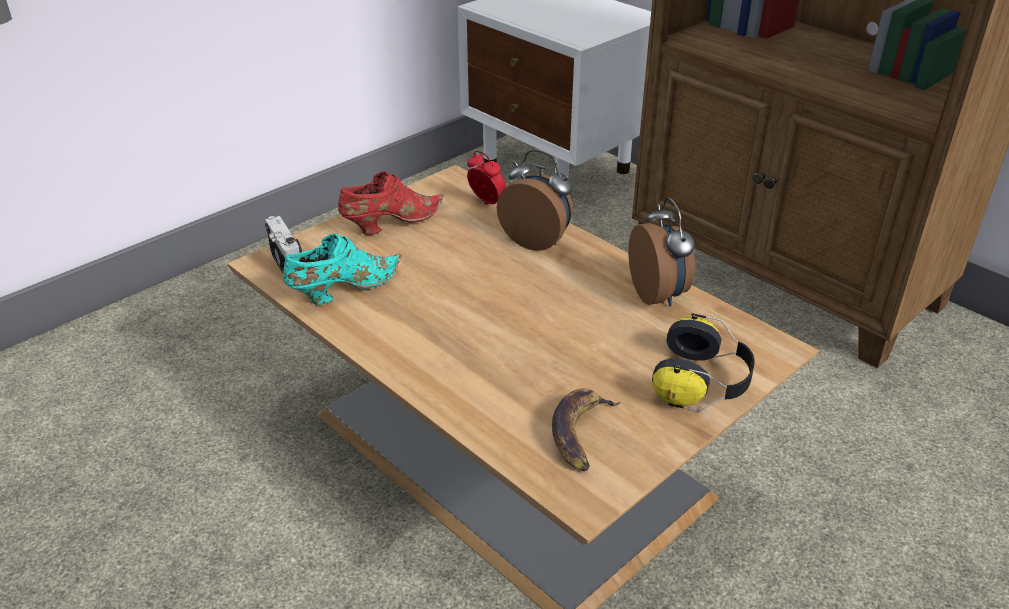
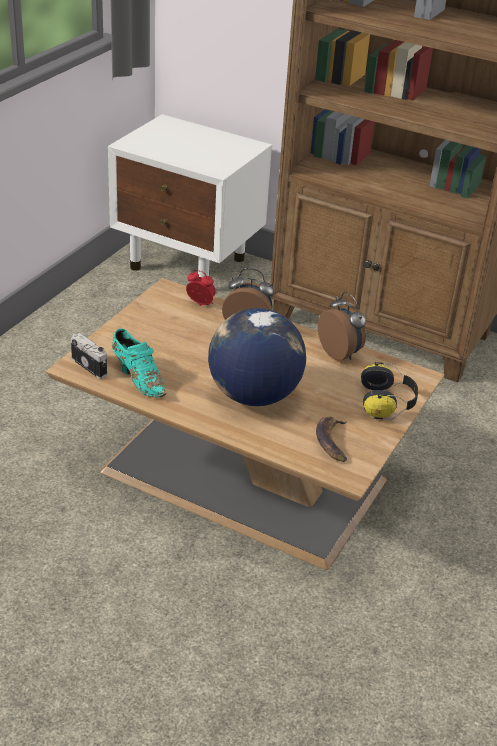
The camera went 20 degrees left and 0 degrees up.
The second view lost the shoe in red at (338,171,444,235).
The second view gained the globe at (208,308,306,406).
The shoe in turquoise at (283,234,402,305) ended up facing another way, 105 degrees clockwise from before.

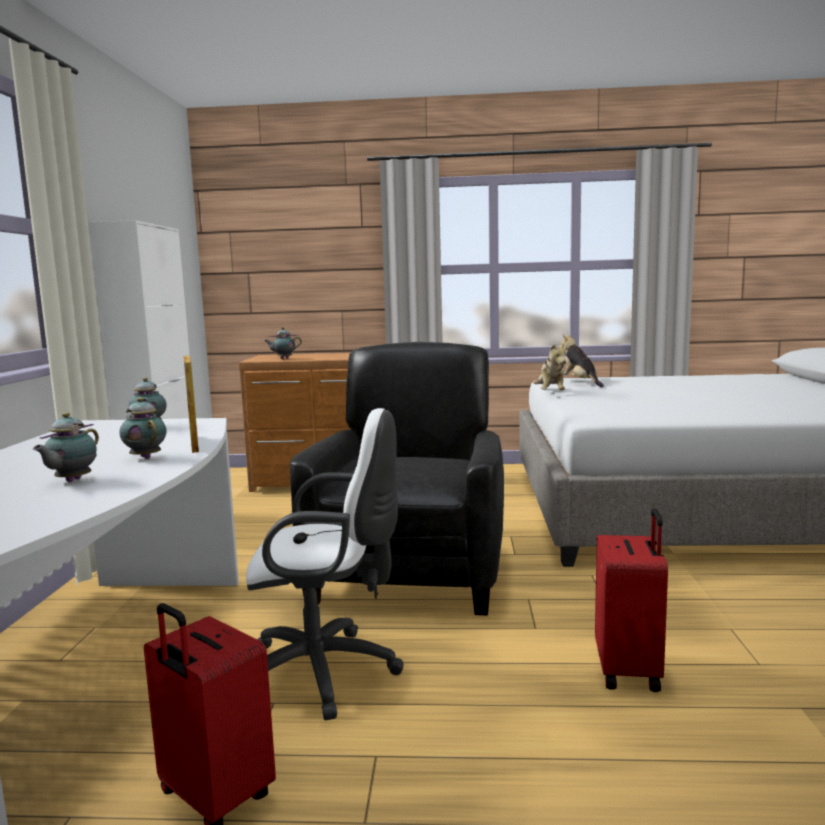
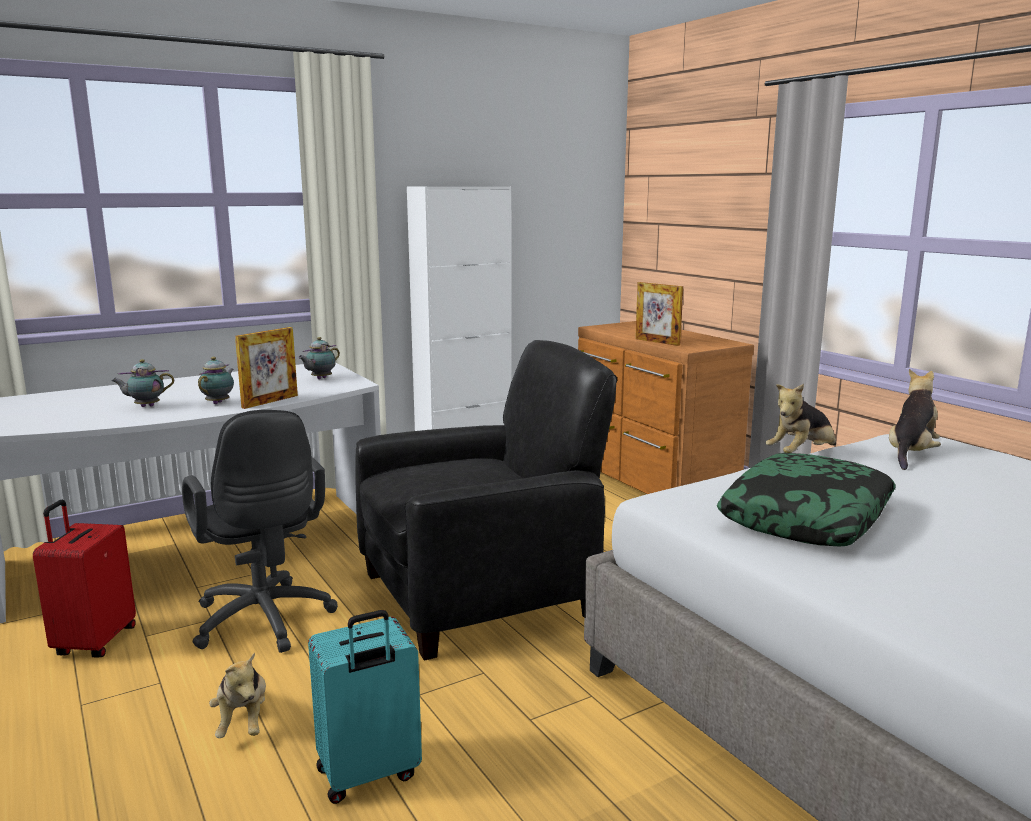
The camera went 55 degrees right and 5 degrees up.
The second view lost the teapot at (265,327,302,359).
The second view gained the plush toy at (209,652,266,738).
The second view gained the picture frame at (635,282,683,346).
The second view gained the pillow at (716,453,896,546).
What was the office chair in white at (246,408,403,720) turned into the office chair in black at (182,410,338,653).
What was the suitcase in red at (595,508,668,692) turned into the suitcase in turquoise at (308,610,422,804).

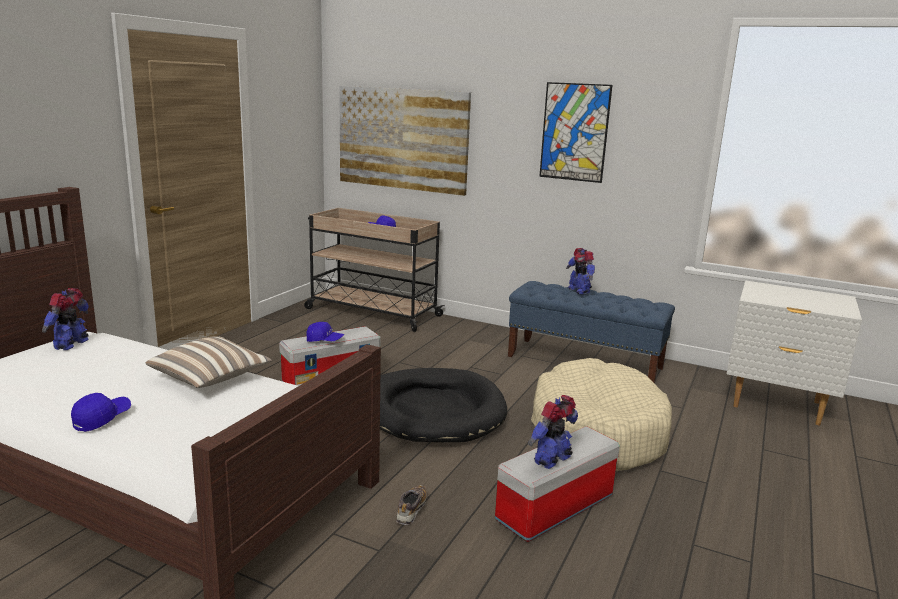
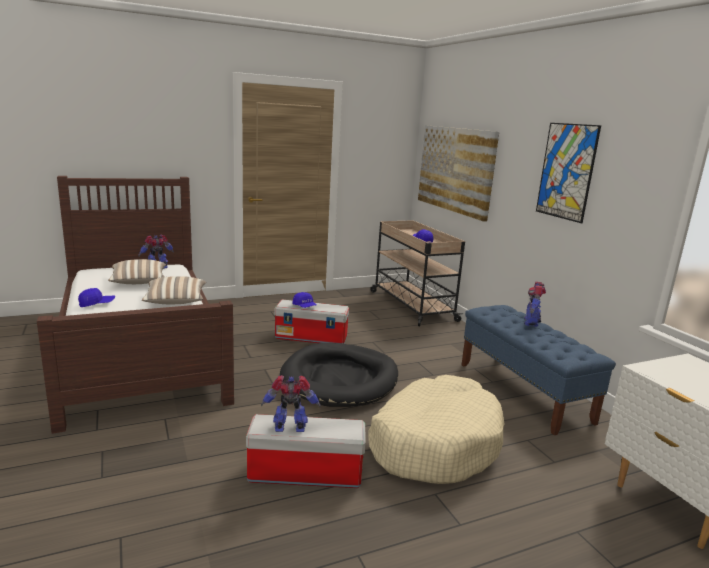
The camera went 40 degrees right and 0 degrees up.
The second view lost the shoe at (397,485,427,525).
The second view gained the pillow at (108,259,166,284).

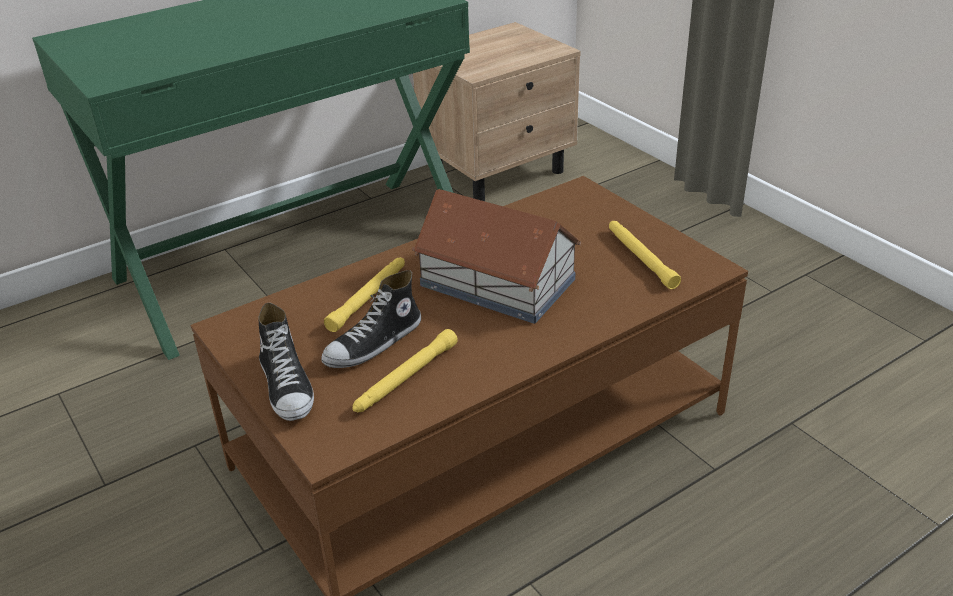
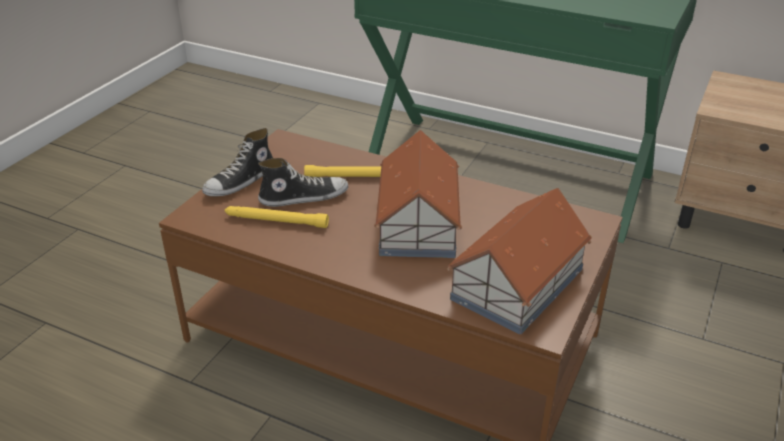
The camera went 60 degrees right and 0 degrees up.
Where the flashlight in yellow stood at (609,221,681,289), the toy house came to stand at (447,188,592,335).
The shoe at (321,270,421,368) ended up facing another way, 150 degrees clockwise from before.

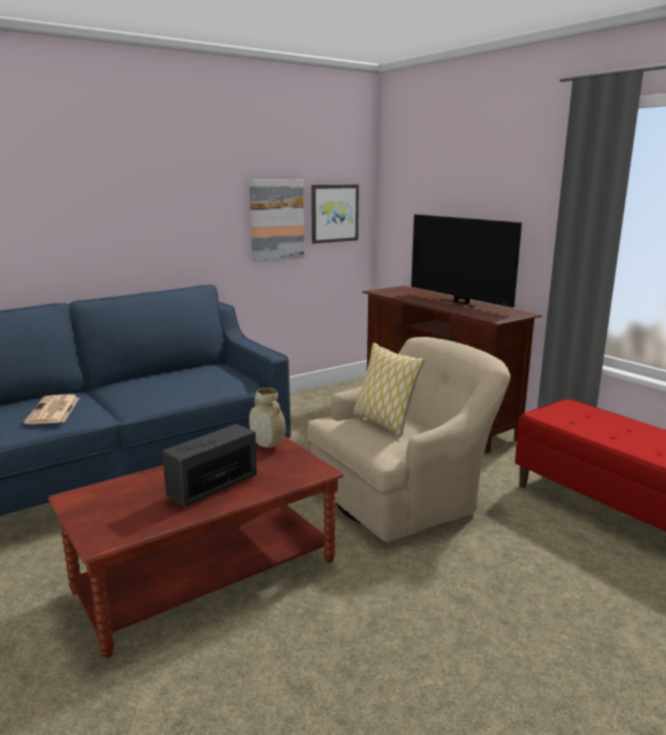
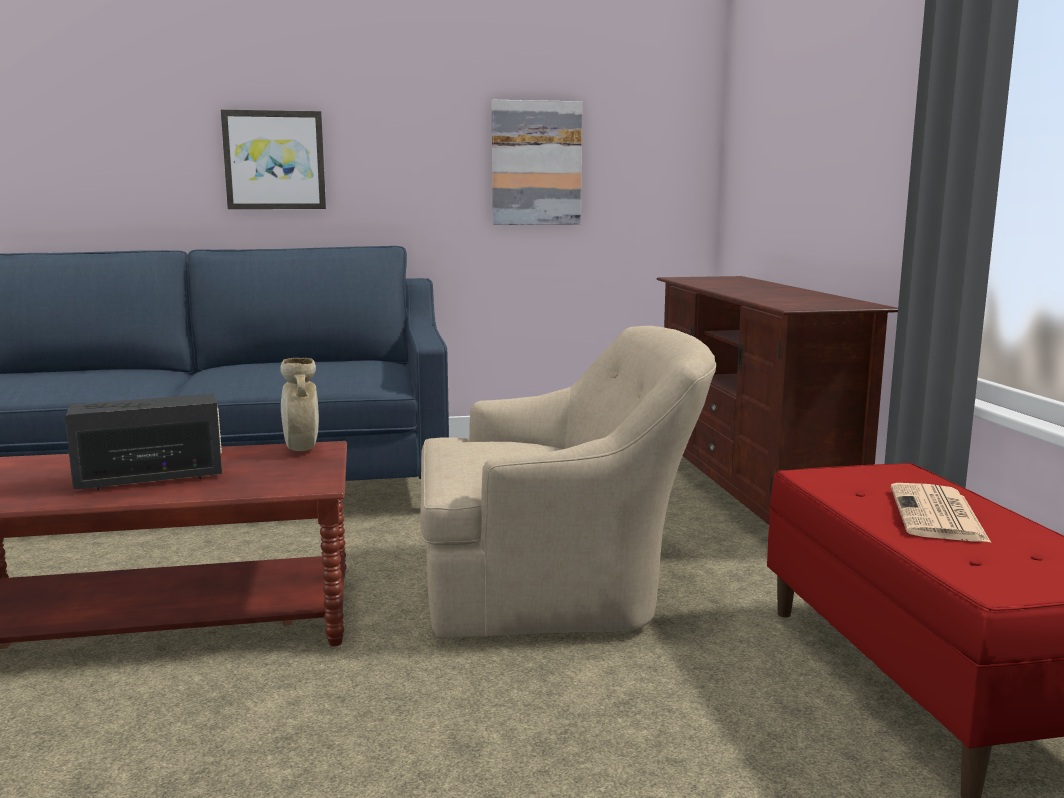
The camera went 25 degrees right and 5 degrees down.
The second view lost the pillow at (353,343,424,437).
The second view lost the television at (411,214,522,308).
The newspaper ended up elsewhere, having gone from (24,394,79,424) to (891,483,991,543).
The picture ended up elsewhere, having gone from (311,184,359,244) to (221,110,326,209).

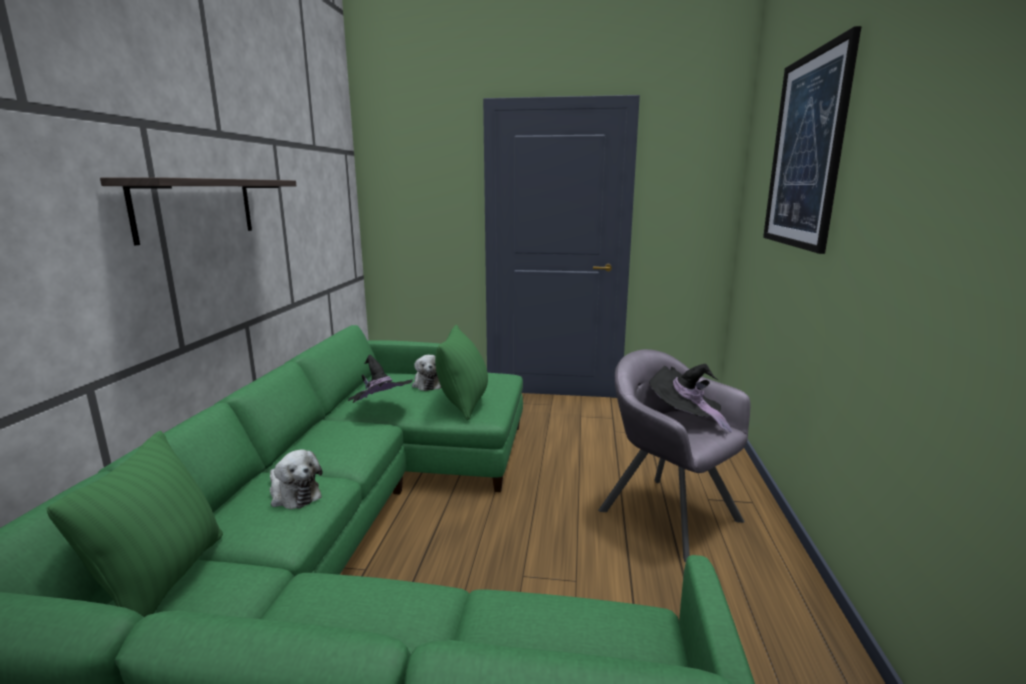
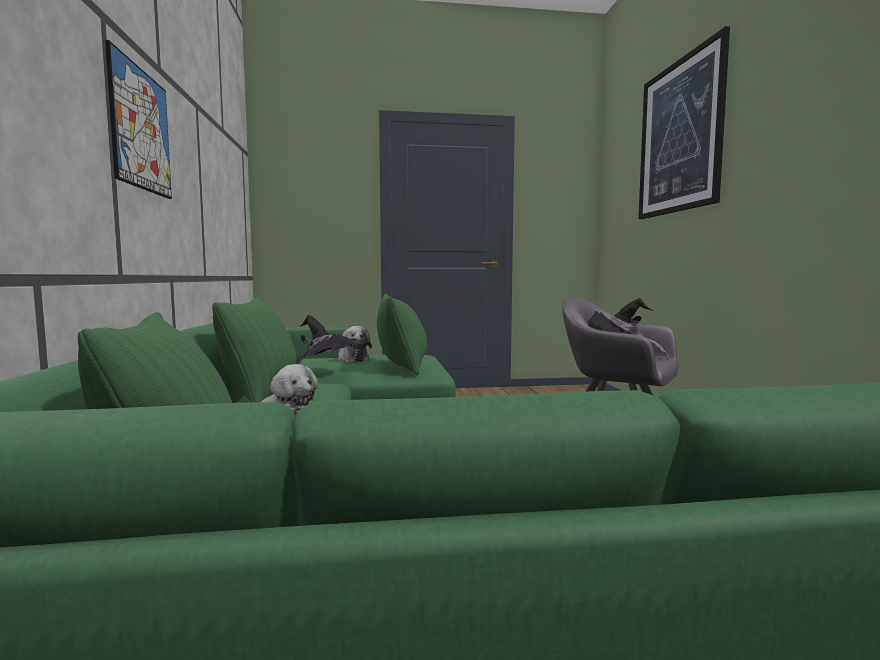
The camera went 15 degrees left and 10 degrees down.
The second view gained the pillow in green at (212,297,296,403).
Where the shelf hung at (100,177,296,245), the picture came to hang at (105,40,172,199).

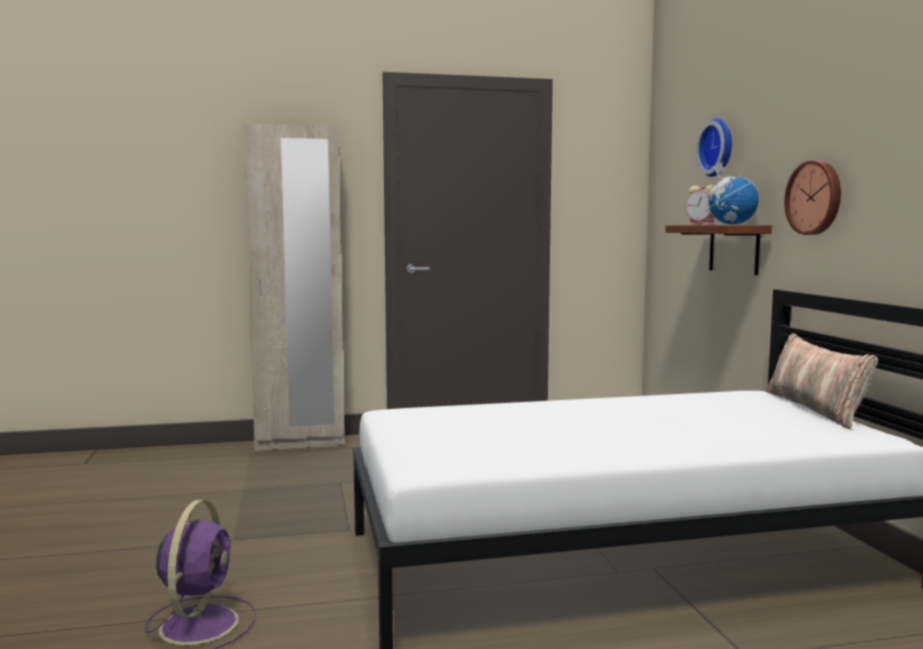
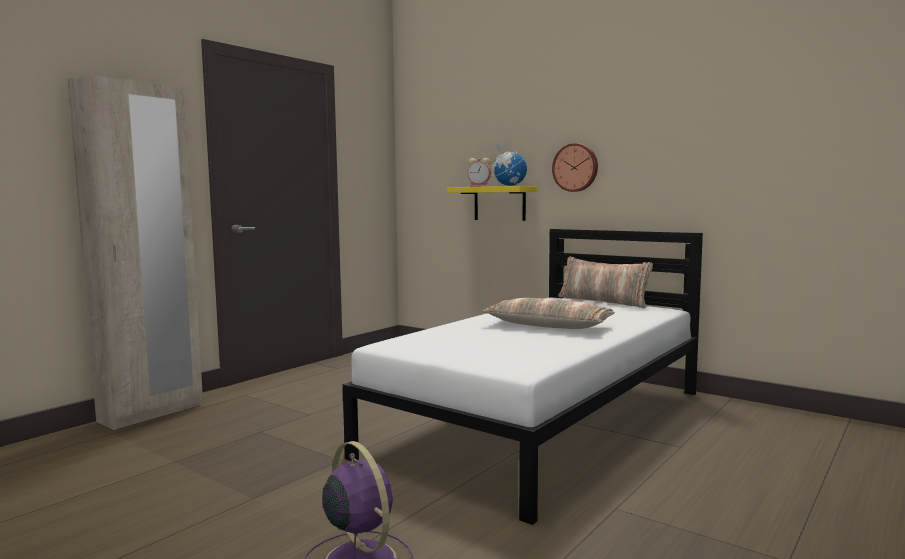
The camera went 40 degrees left and 0 degrees up.
The second view lost the wall clock at (696,118,732,177).
The second view gained the pillow at (482,298,615,329).
What was the shelf in brown at (665,225,772,275) turned into the shelf in yellow at (447,186,537,221).

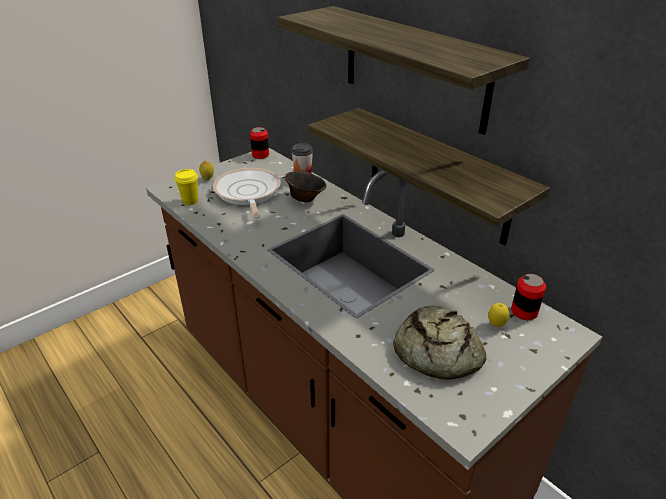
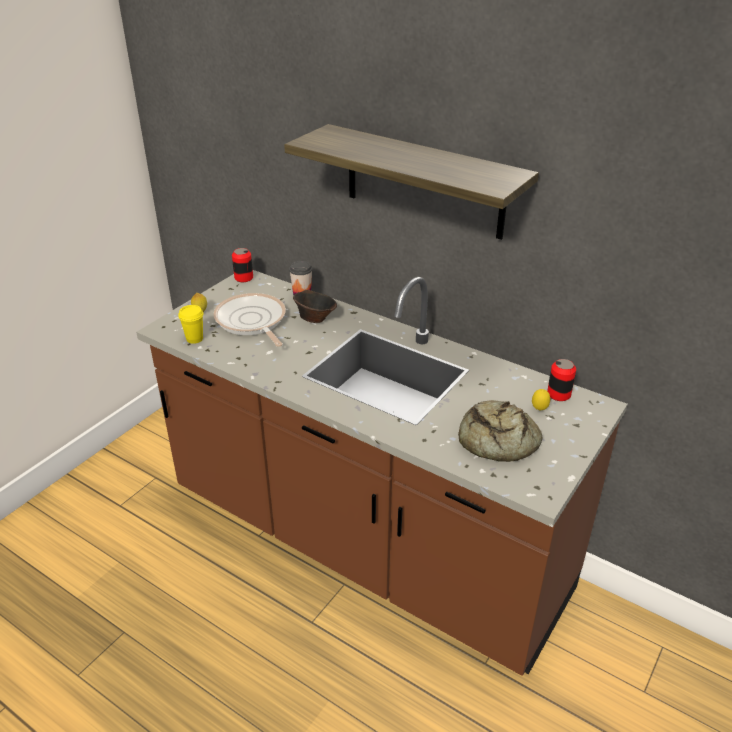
The camera went 15 degrees left and 0 degrees up.
The second view lost the shelf at (308,108,550,245).

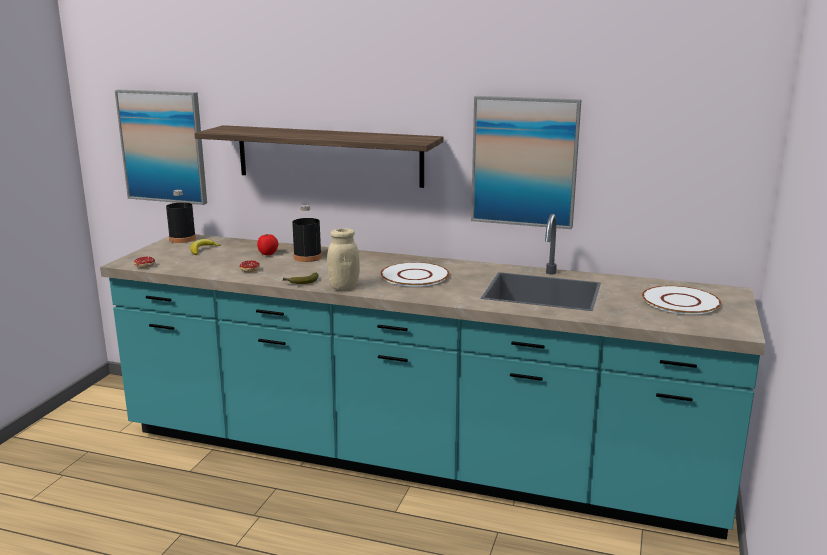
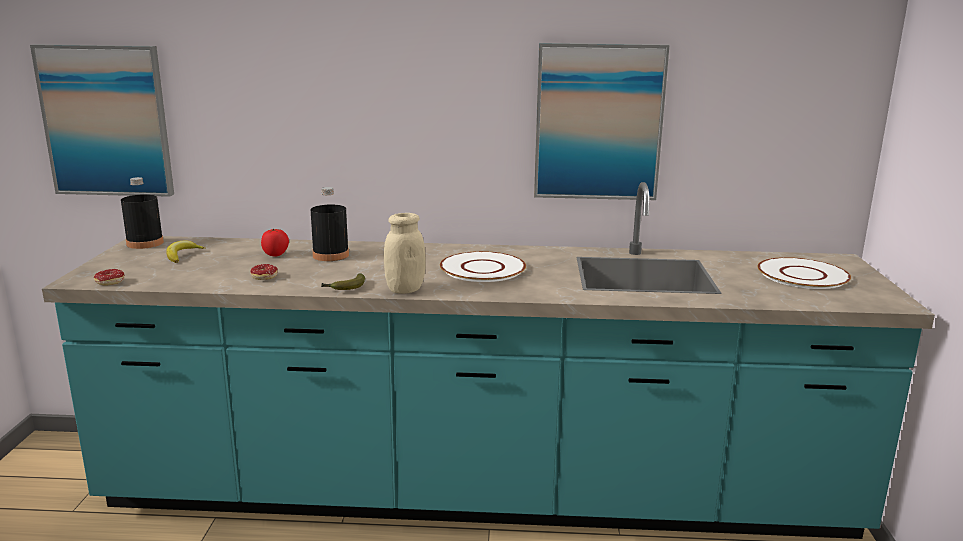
The camera went 15 degrees left and 0 degrees up.
The second view lost the shelf at (194,125,443,188).

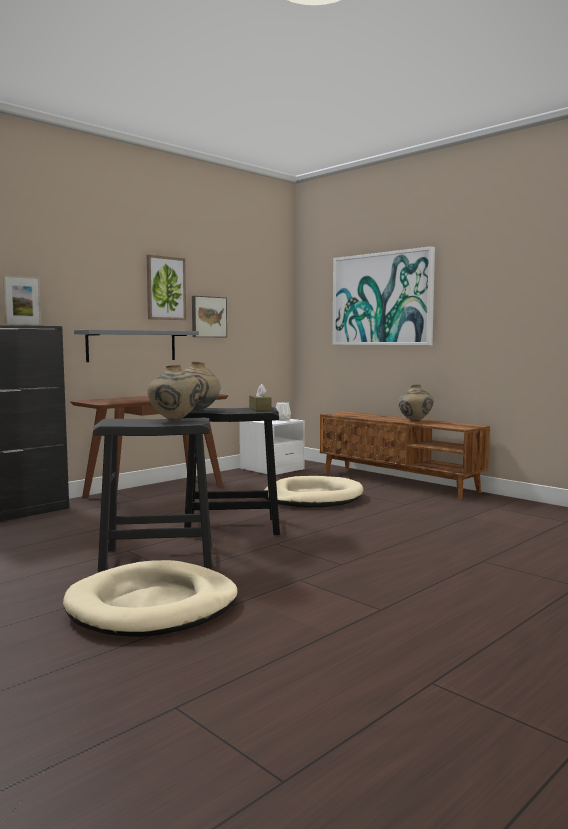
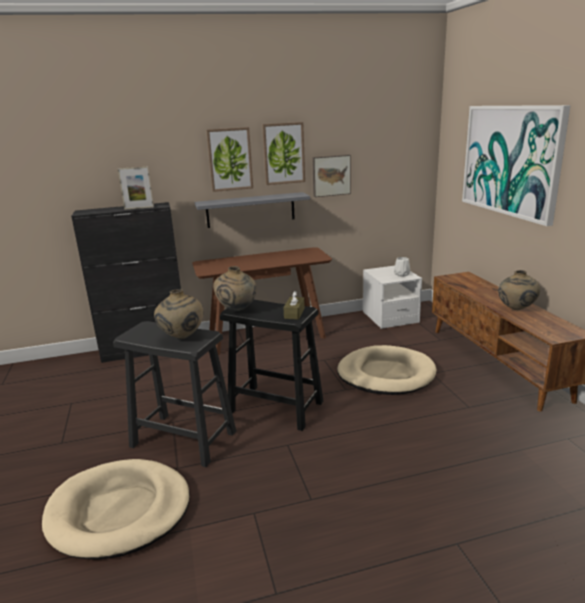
The camera went 30 degrees right and 15 degrees up.
The second view gained the picture at (206,127,253,192).

